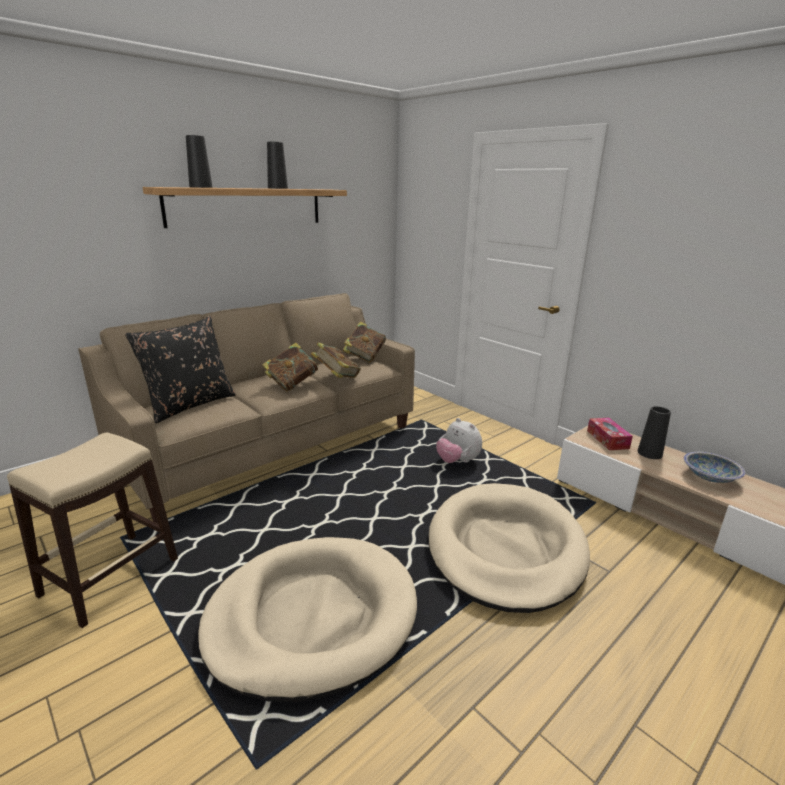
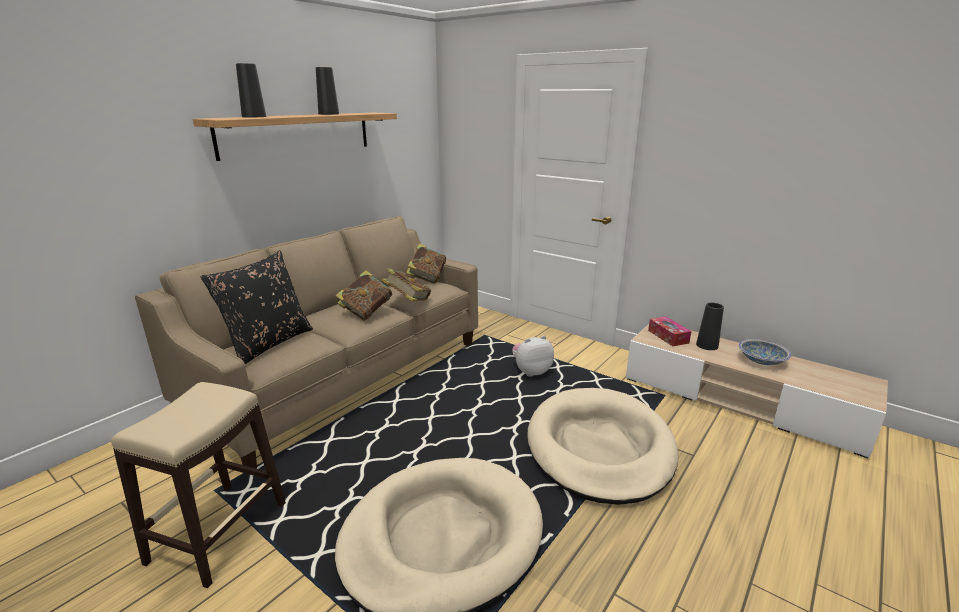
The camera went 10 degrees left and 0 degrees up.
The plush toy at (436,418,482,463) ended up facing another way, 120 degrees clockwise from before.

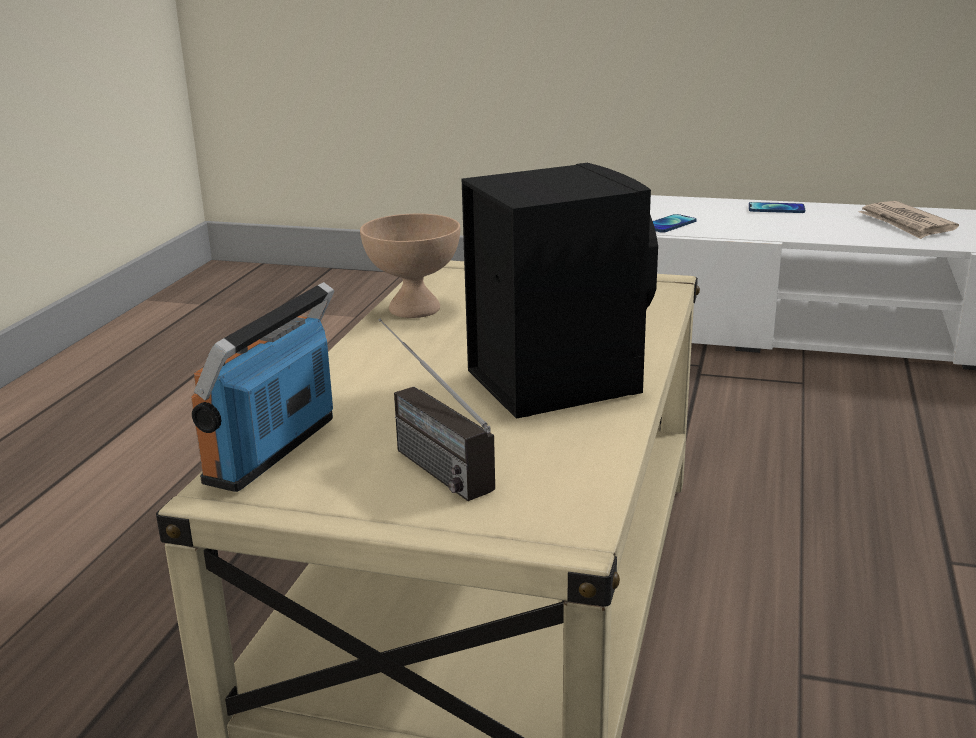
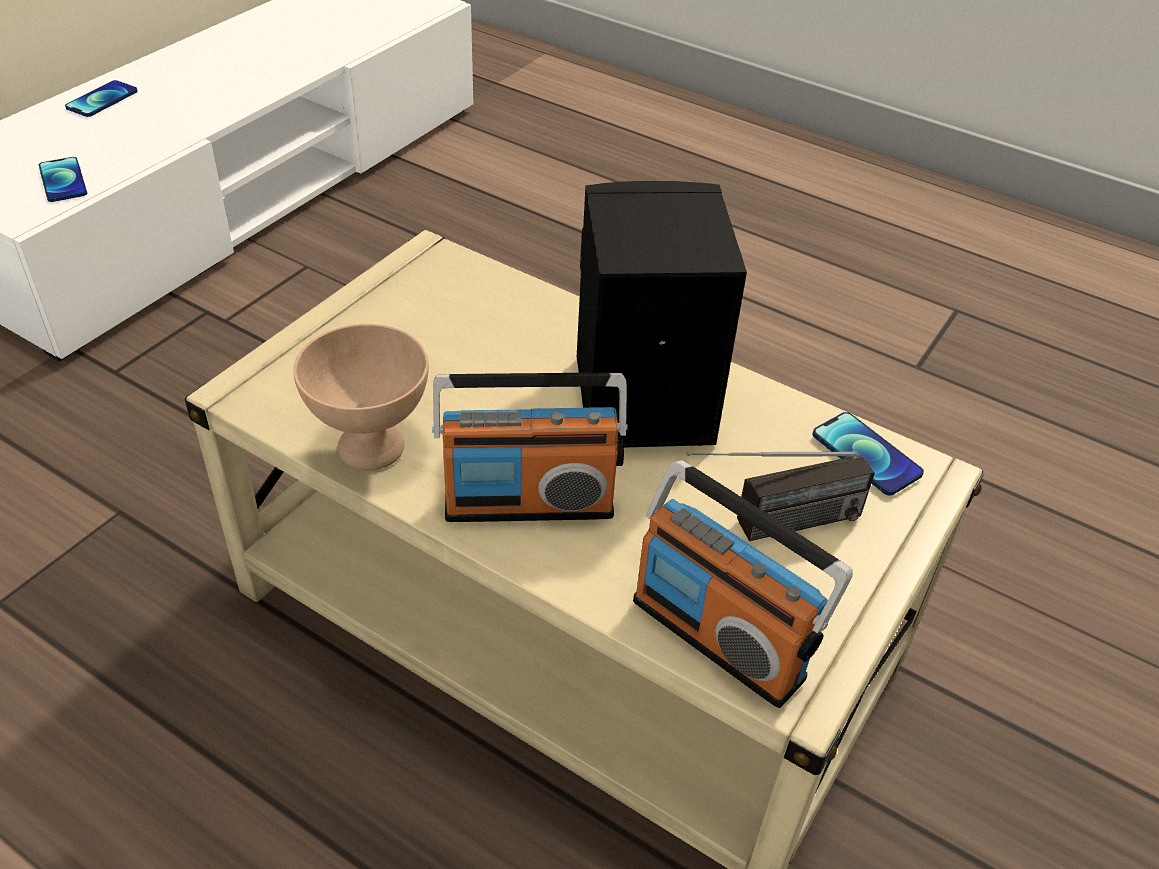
The camera went 75 degrees left and 20 degrees up.
The second view lost the newspaper at (859,201,959,239).
The second view gained the radio at (432,373,628,522).
The second view gained the phone at (813,412,924,496).

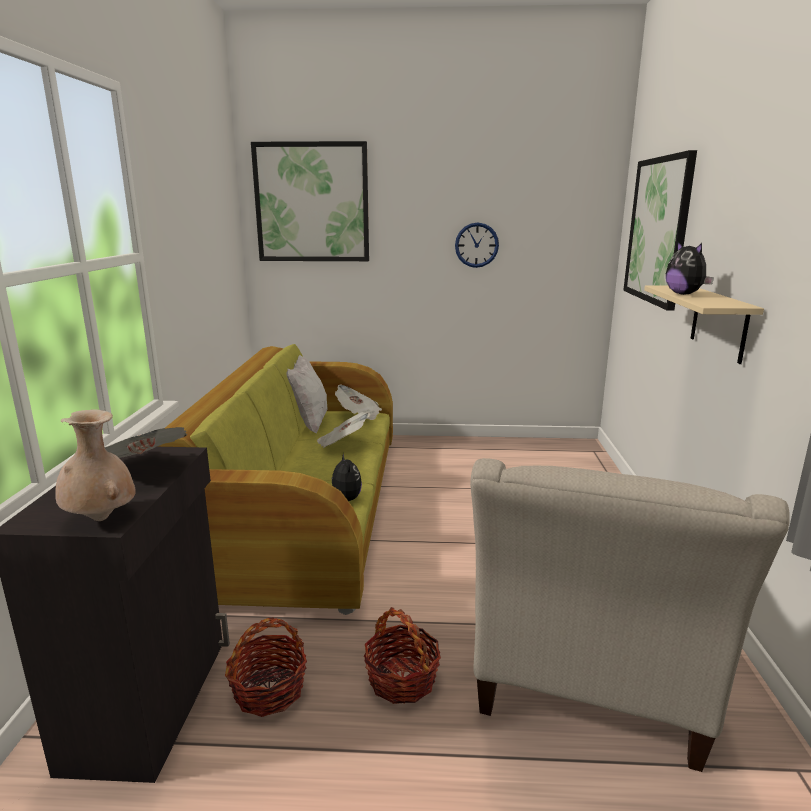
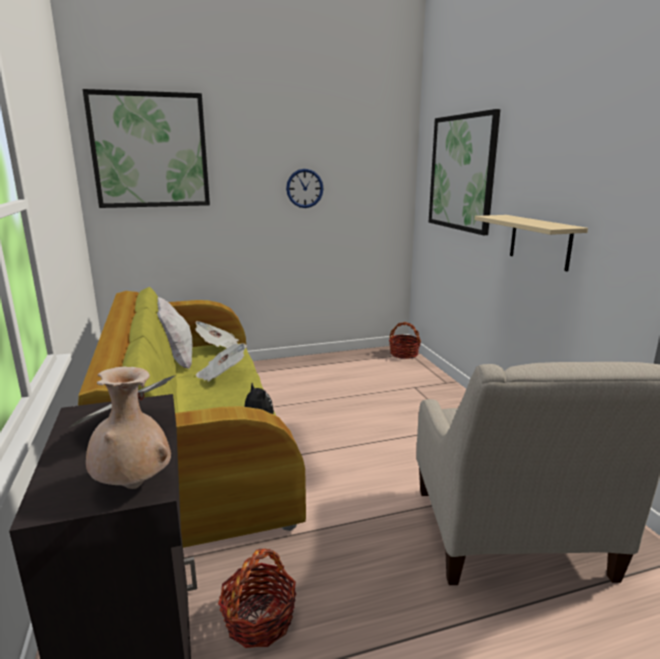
The camera went 20 degrees left and 0 degrees up.
The second view lost the plush toy at (666,242,714,295).
The basket ended up elsewhere, having gone from (364,607,441,704) to (389,322,421,359).

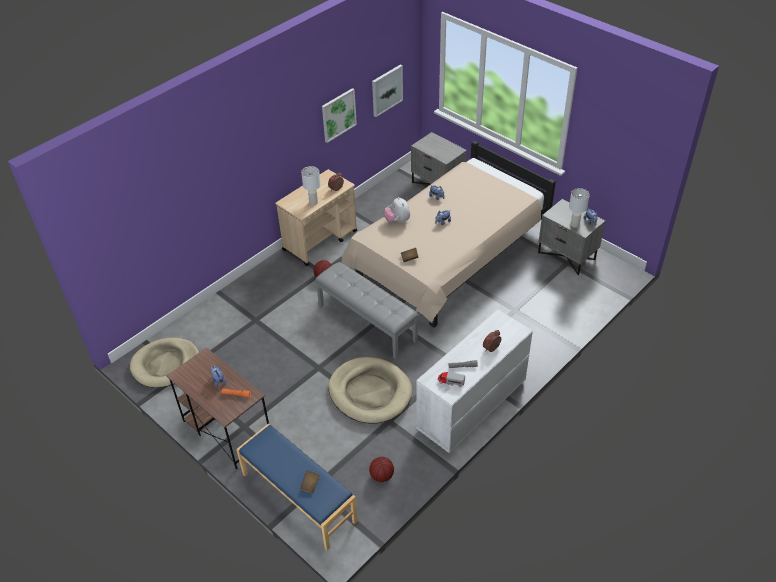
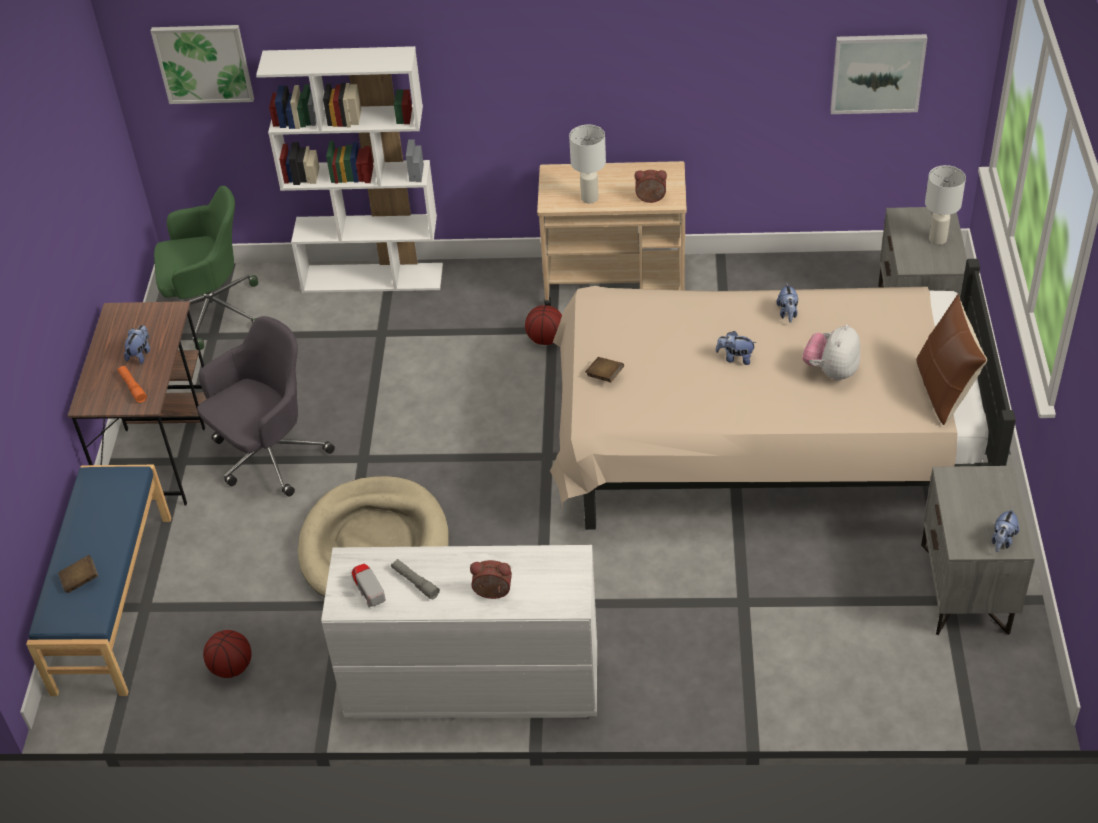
The camera went 50 degrees right and 0 degrees up.
The second view lost the bench in grey at (315,262,419,359).
The second view gained the office chair in grey at (197,316,335,497).
The second view gained the bookcase in white at (256,46,443,293).
The second view gained the pillow in brown at (917,294,987,425).
The picture ended up elsewhere, having gone from (322,88,357,143) to (151,25,254,104).
The plush toy ended up elsewhere, having gone from (384,197,410,223) to (802,324,860,381).
The table lamp in white ended up elsewhere, having gone from (569,188,590,228) to (925,165,966,245).
Where the dog bed in beige stood at (130,337,199,388), the office chair in green came to stand at (154,186,258,350).

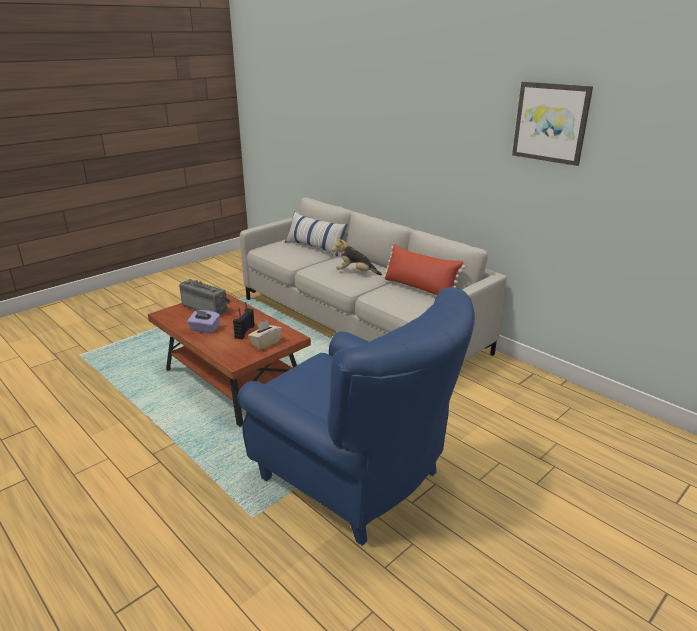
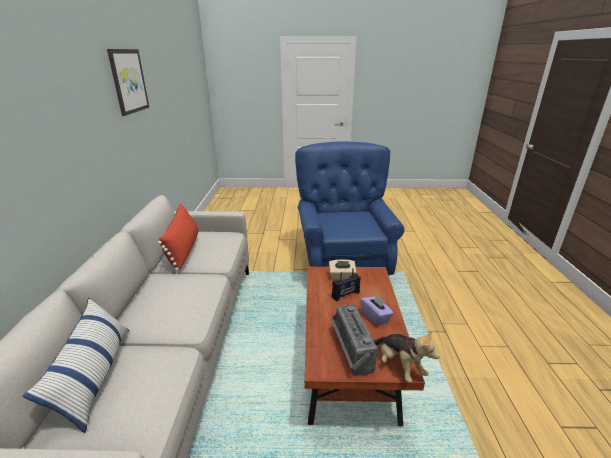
The camera went 135 degrees left and 0 degrees up.
The plush toy ended up elsewhere, having gone from (332,237,382,275) to (373,330,440,382).

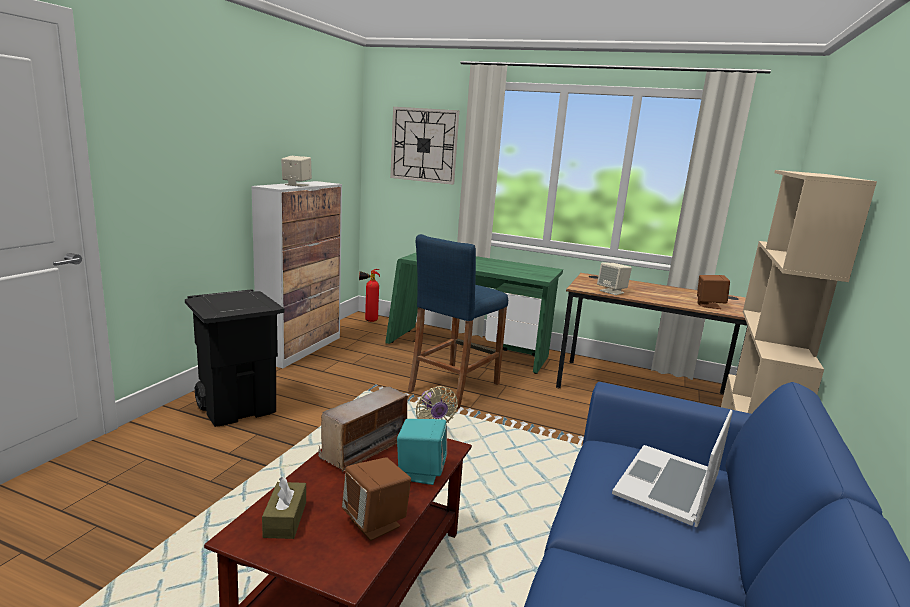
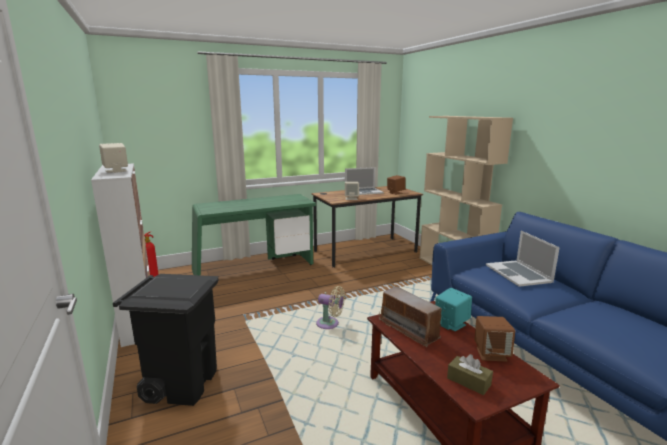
The camera went 45 degrees left and 0 degrees up.
The second view lost the wall clock at (390,107,459,185).
The second view lost the stool in blue at (408,234,508,409).
The second view gained the laptop at (345,167,384,195).
The radio at (318,387,408,472) ended up facing another way, 150 degrees clockwise from before.

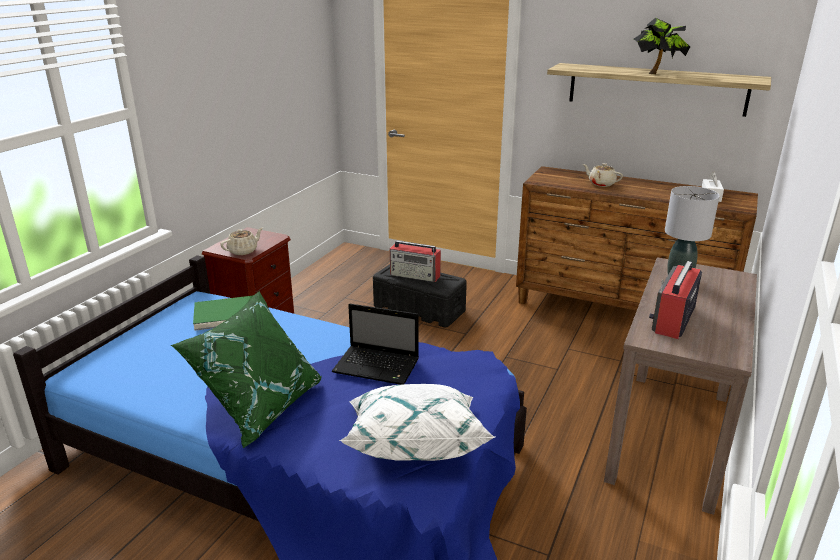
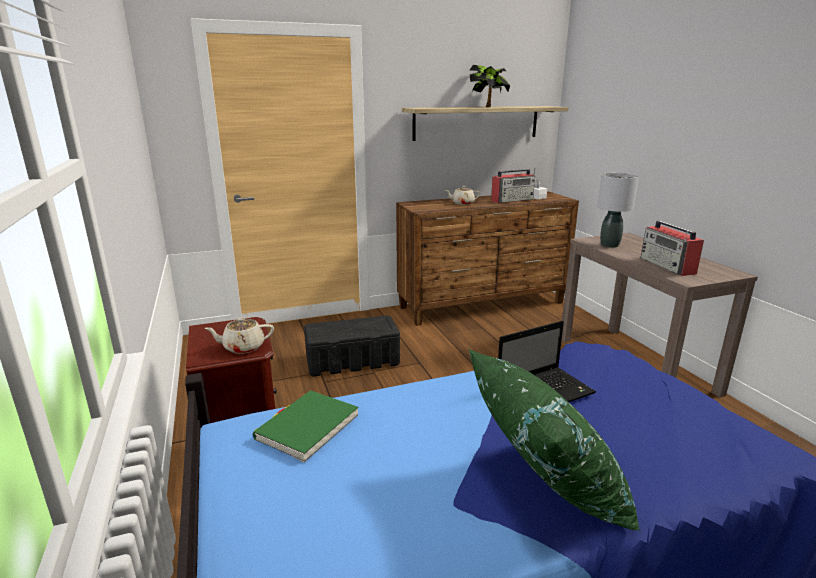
The camera went 45 degrees left and 5 degrees down.
The second view lost the pillow in white at (339,384,495,461).
The radio ended up elsewhere, having gone from (390,241,441,282) to (491,168,535,203).
The teapot in beige at (220,228,263,255) ended up facing another way, 105 degrees counterclockwise from before.

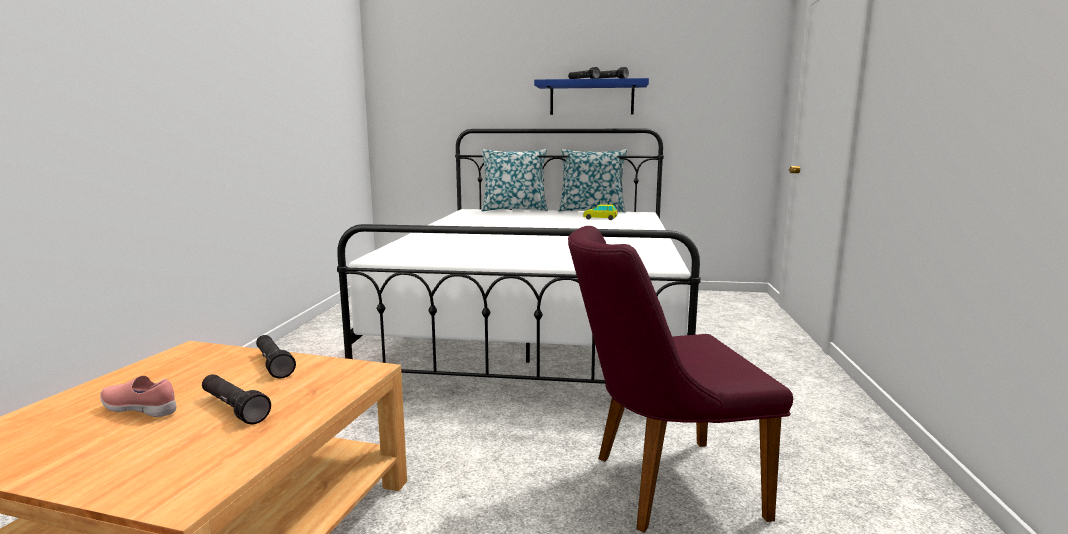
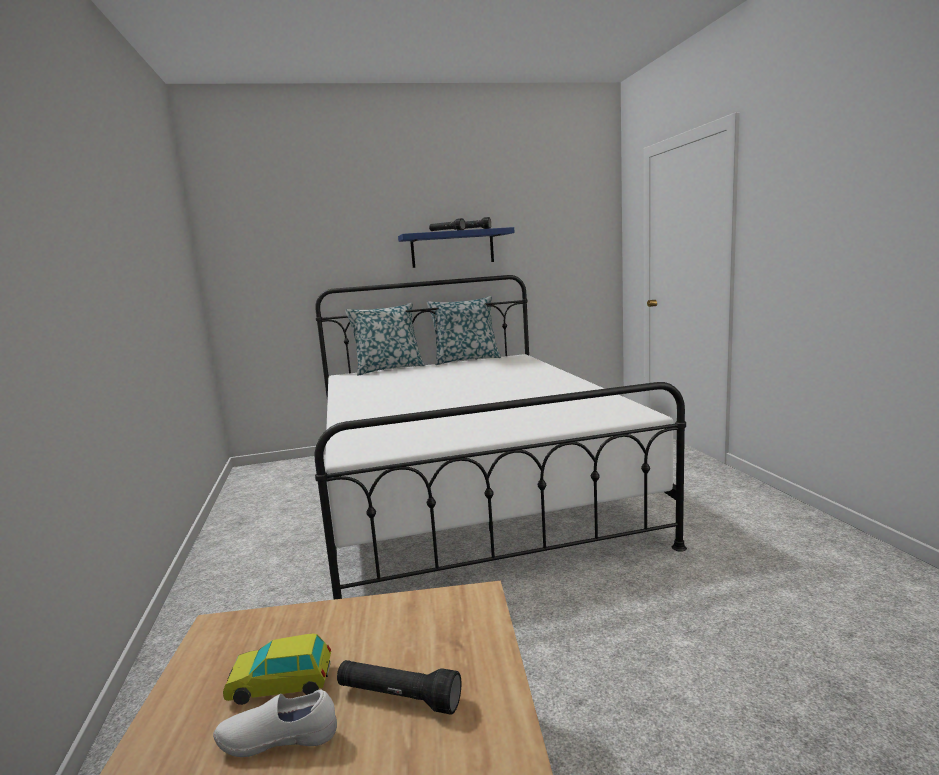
The camera went 20 degrees left and 0 degrees up.
The second view lost the flashlight in black at (256,335,296,379).
The second view lost the chair in purple at (568,226,793,533).
The toy car ended up elsewhere, having gone from (583,204,618,220) to (223,634,331,705).
What was the shoe in pink at (100,376,176,417) turned into the shoe in white at (213,690,337,757).

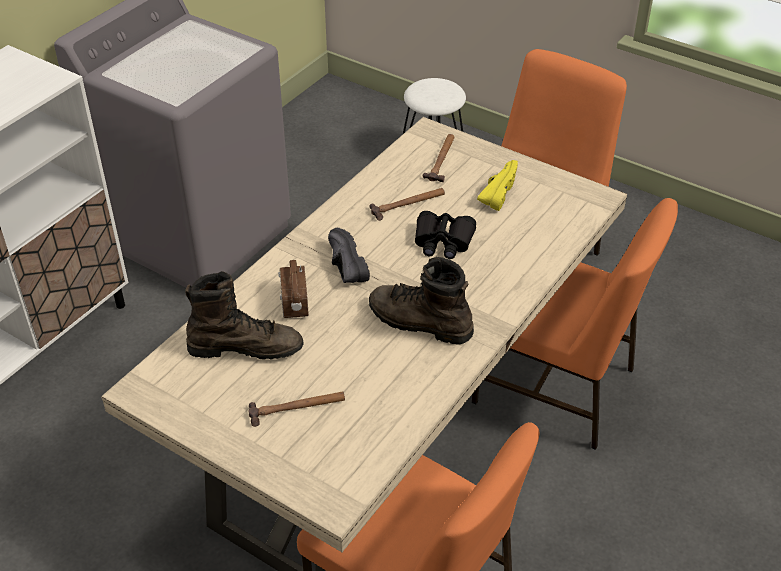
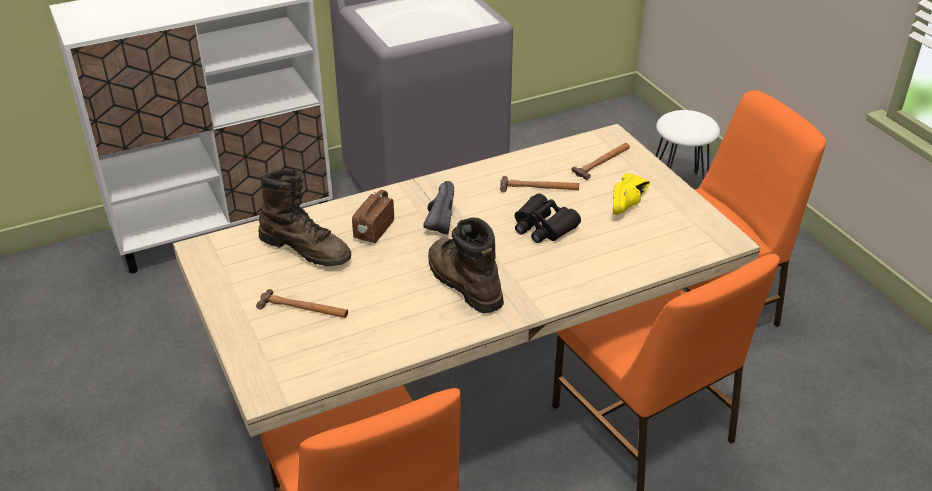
The camera went 30 degrees right and 5 degrees down.
The shoe in yellow at (477,160,518,211) ended up facing another way, 150 degrees clockwise from before.

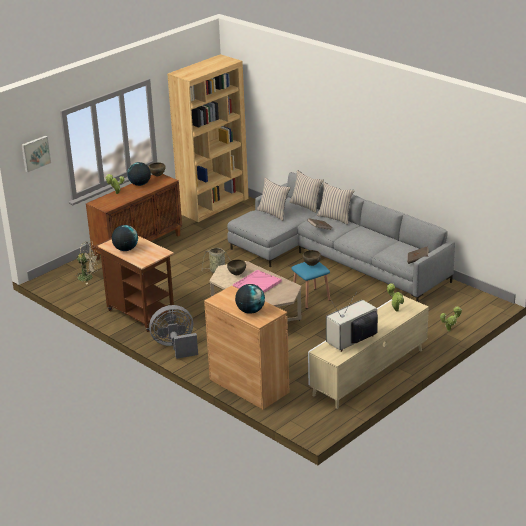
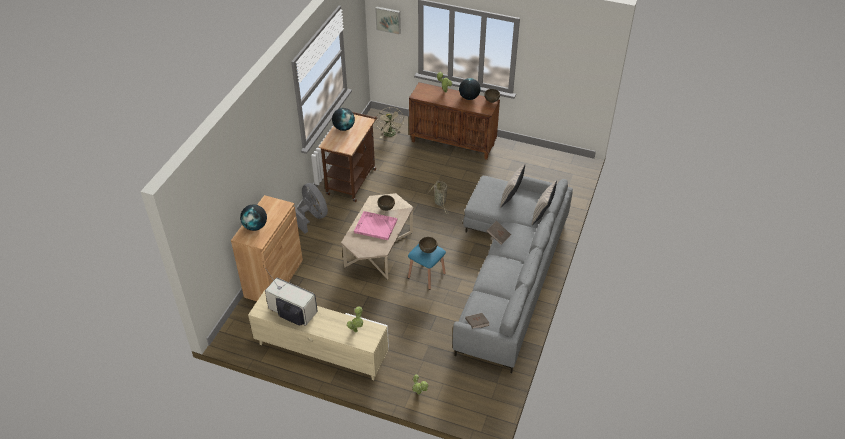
The camera went 65 degrees right and 15 degrees up.
The second view lost the bookcase in brown at (167,54,249,222).
The second view lost the pillow in beige at (317,182,355,225).

